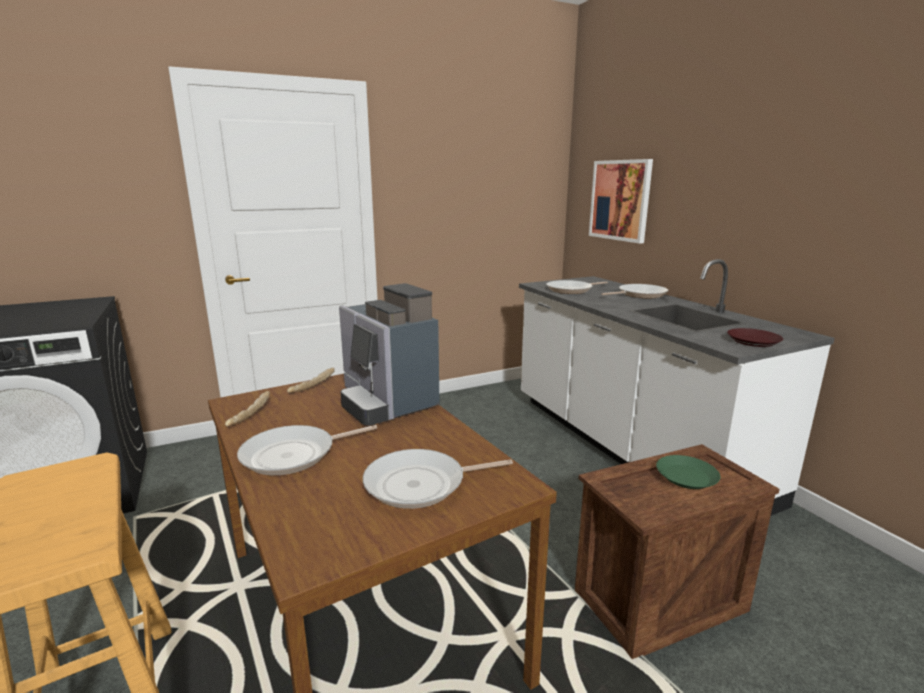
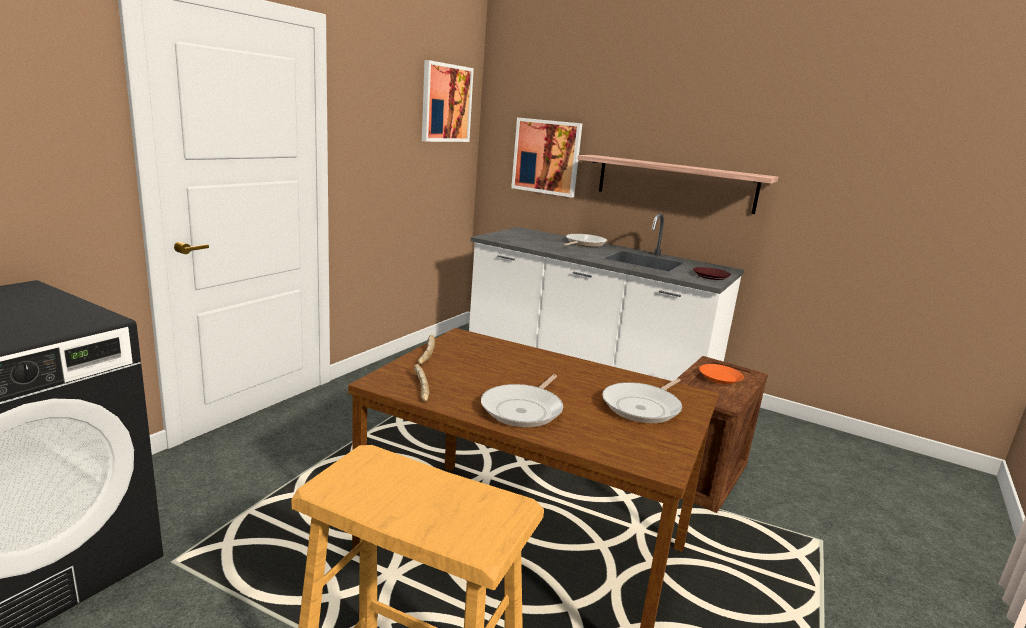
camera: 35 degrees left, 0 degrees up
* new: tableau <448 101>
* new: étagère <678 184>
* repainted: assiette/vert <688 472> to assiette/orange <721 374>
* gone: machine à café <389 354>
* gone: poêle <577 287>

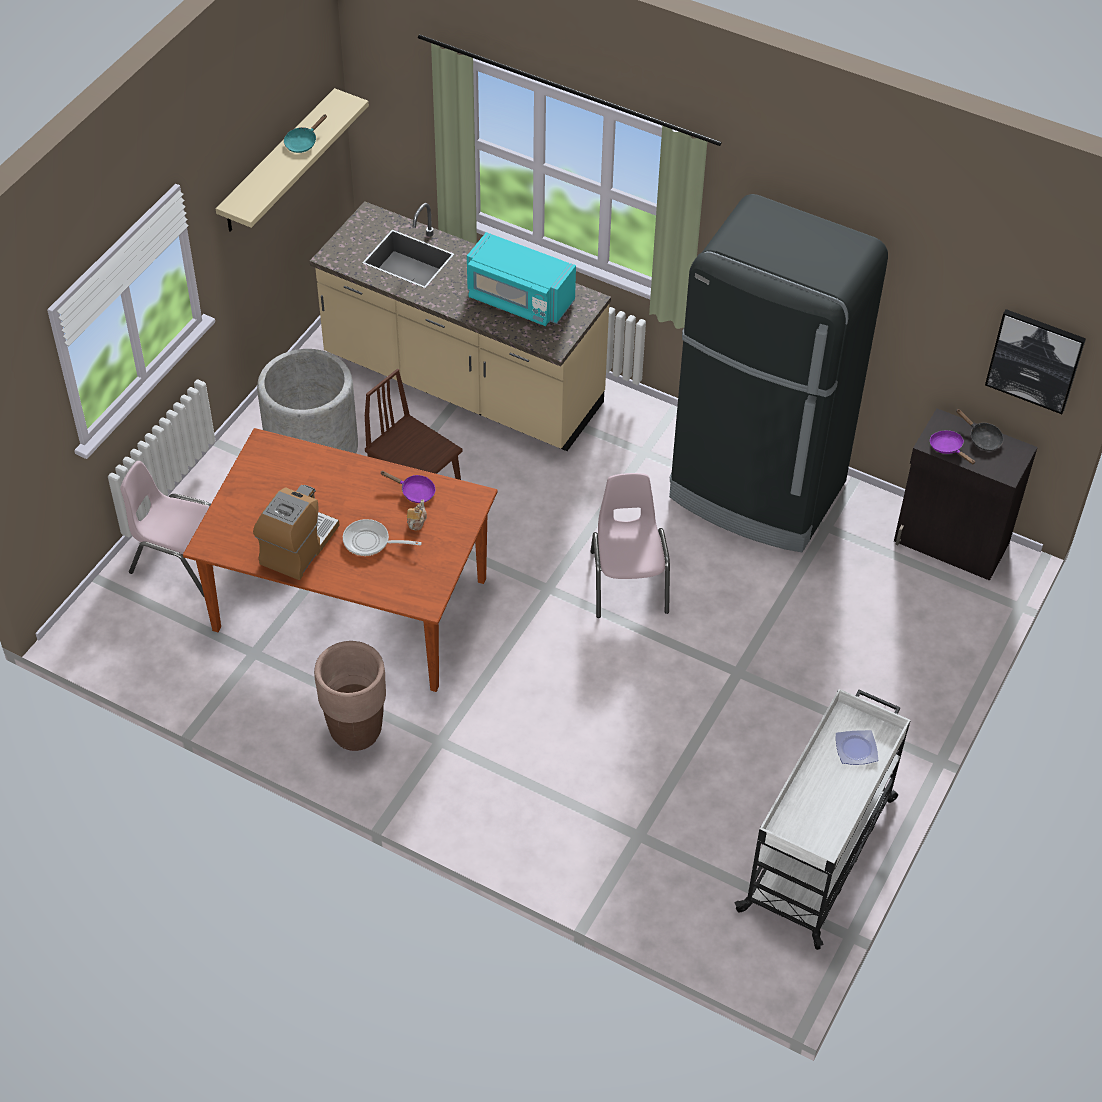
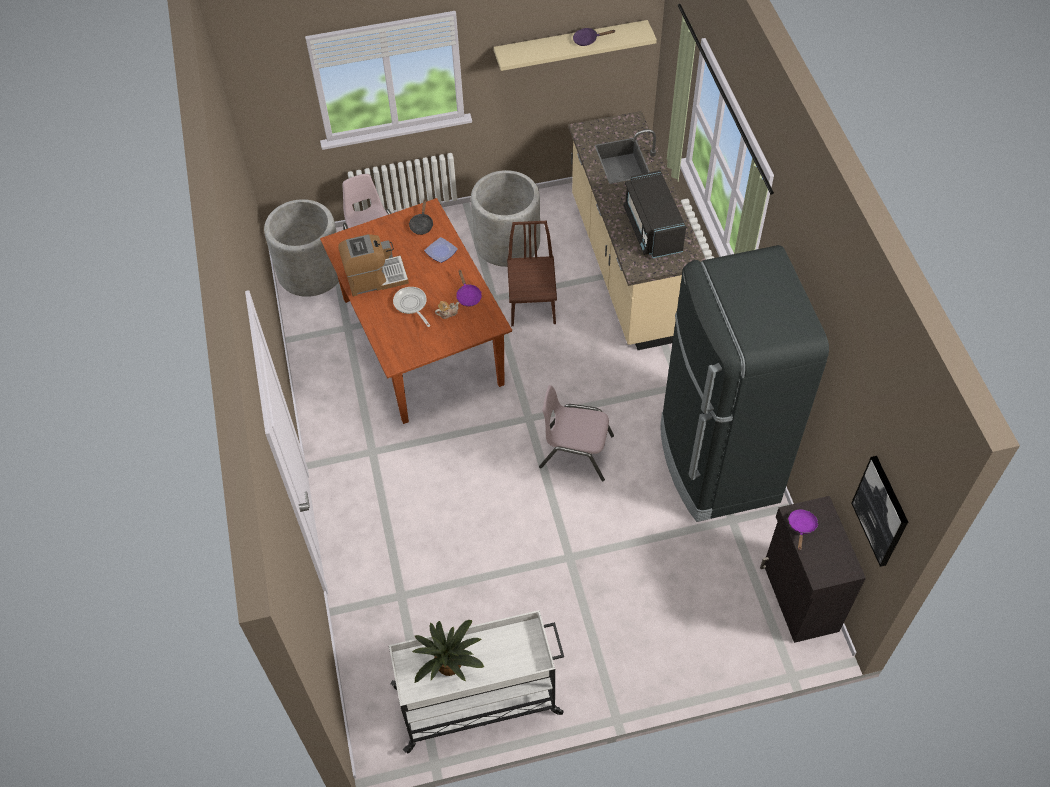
camera: 50 degrees right, 5 degrees up
* new: cache-pot/gris <301 248>
* shifted: poêle/noir <979 430> to <421 217>
* new: plante en pot <448 651>
* shifted: assiette <857 747> to <441 250>
* rotated: chaise/rose <630 545> = <576 433> 120 degrees counterclockwise
* repainted: poêle/turquoise <305 133> to poêle/violet <594 37>
* repainted: micro-ondes/turquoise <521 279> to micro-ondes/noir <654 214>
* gone: cache-pot/marron <350 696>

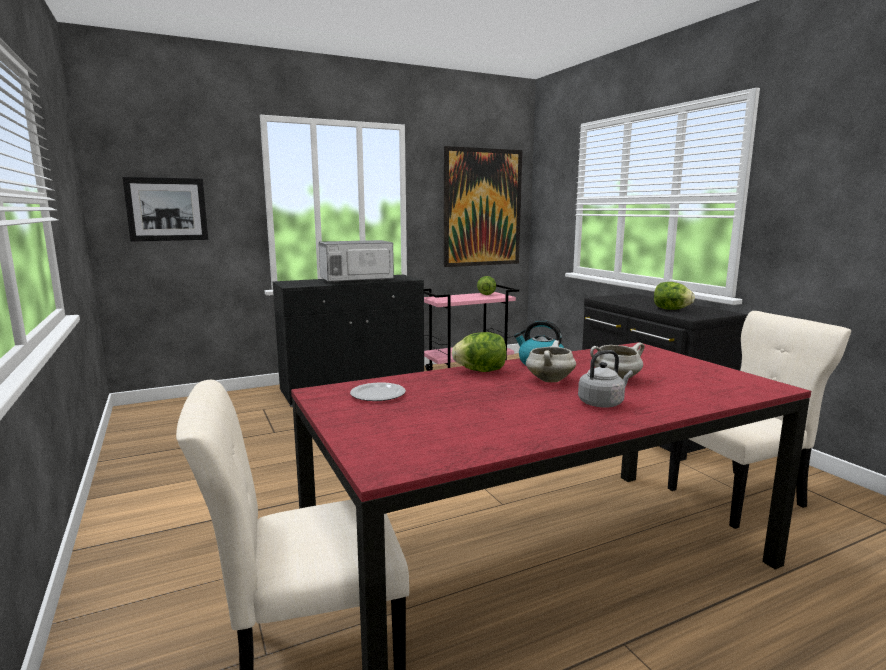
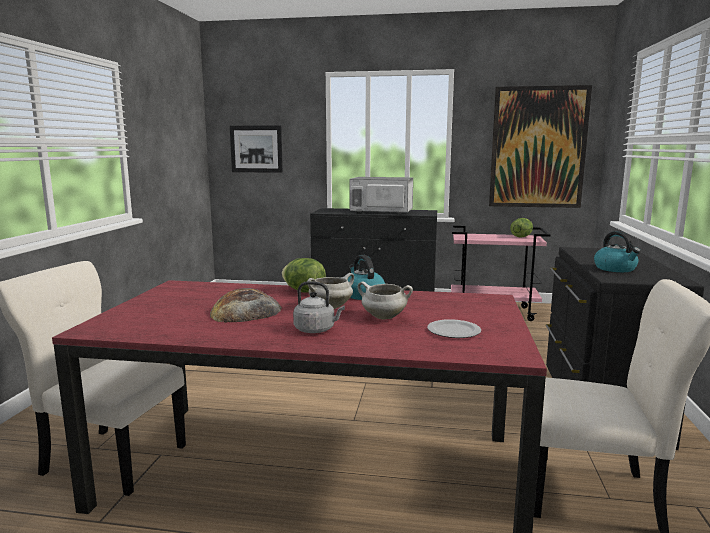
camera: 35 degrees right, 0 degrees up
* new: pain <246 305>
* shifted: assiette <378 391> to <454 328>
* swapped: laitue <674 296> to bouilloire <617 251>

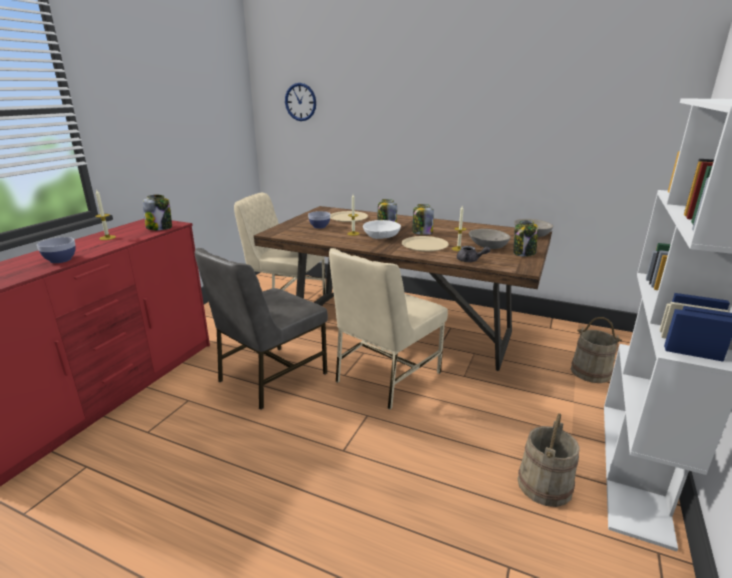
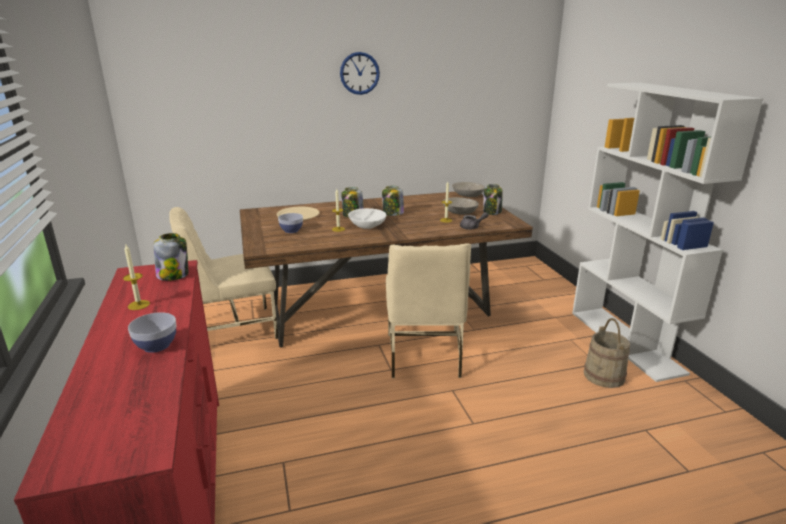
camera: 40 degrees left, 0 degrees up
* shifted: horloge murale <300 102> to <360 73>
* gone: chaise/gris <261 329>
* gone: assiette/beige <425 244>
* gone: seau/beige <596 350>

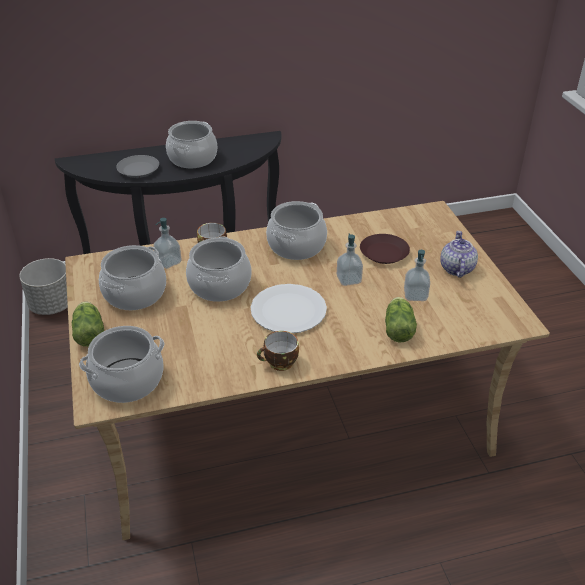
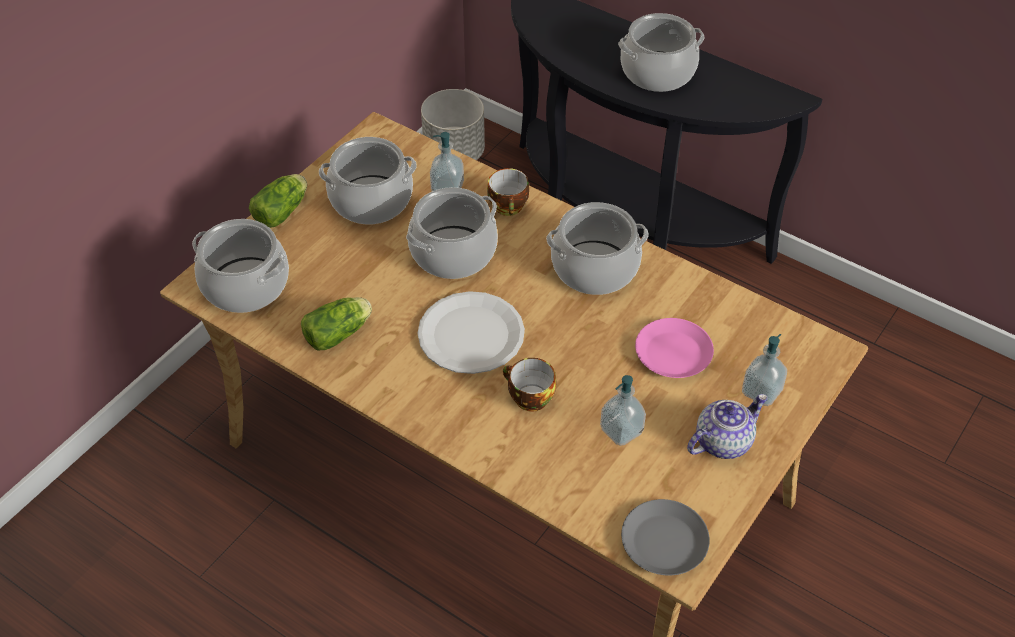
camera: 50 degrees right, 10 degrees up
* shifted: laitue <401 319> to <336 323>
* shifted: tasse <278 351> to <529 385>
* shifted: assiette/gris <137 166> to <665 537>
* repainted: assiette/marron <385 249> to assiette/rose <674 348>
* shifted: distributeur de savon <350 260> to <764 370>

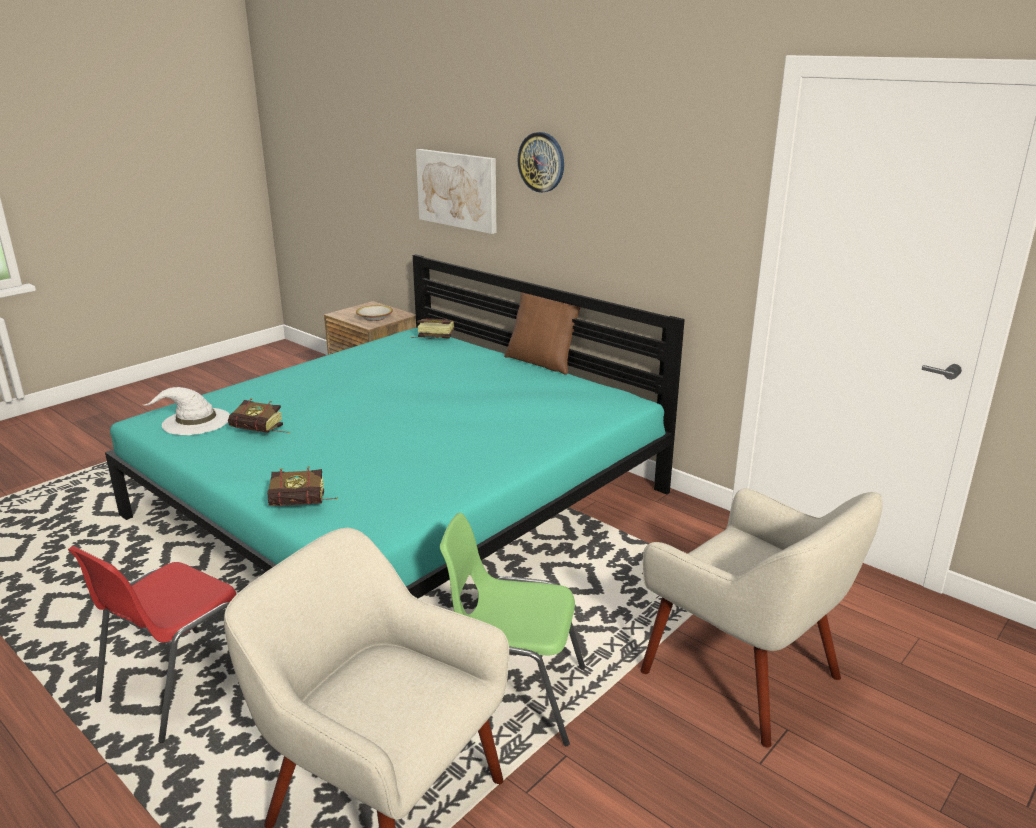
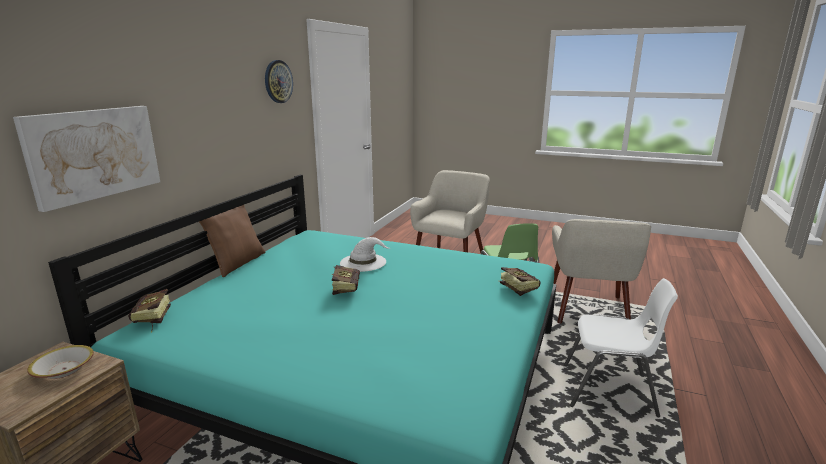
camera: 110 degrees left, 5 degrees down
* shifted: horloge murale <540 162> to <279 81>
* shifted: livre <258 415> to <346 280>
* shifted: chapeau/blanc <187 411> to <365 254>
* repainted: chaise/rouge <152 644> to chaise/blanc <621 347>

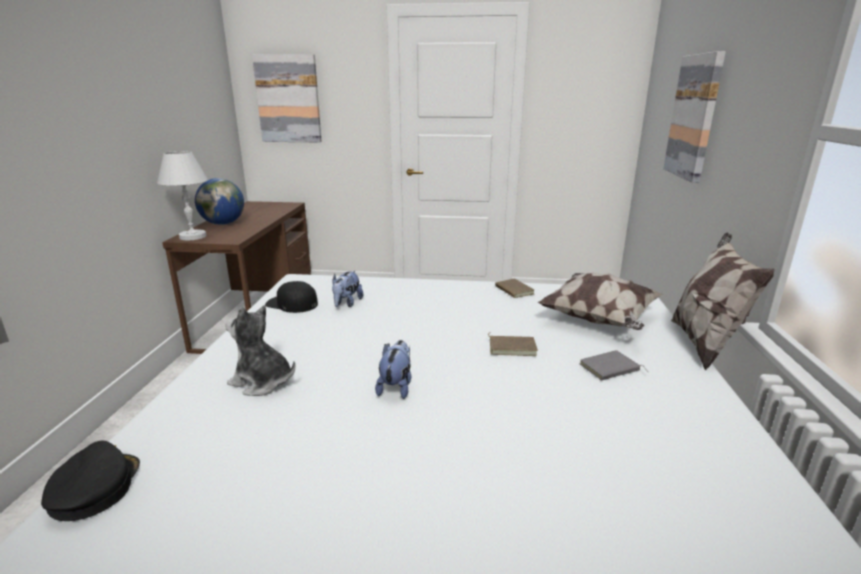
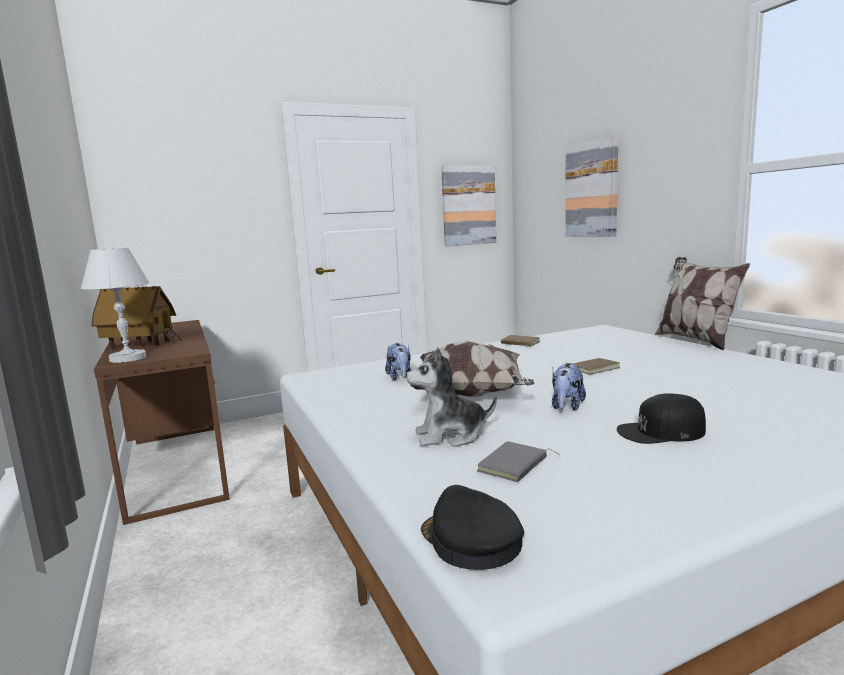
camera: 30 degrees left, 10 degrees down
* swapped: globe <219 201> to maison miniature <137 316>
* shifted: coussin <601 301> to <472 369>
* shifted: tableau <287 98> to <468 205>
* shifted: livre/gris <614 365> to <518 461>
* rotated: peluche <393 369> = <569 387> 135 degrees counterclockwise
* shifted: casquette/noir <291 297> to <661 418>

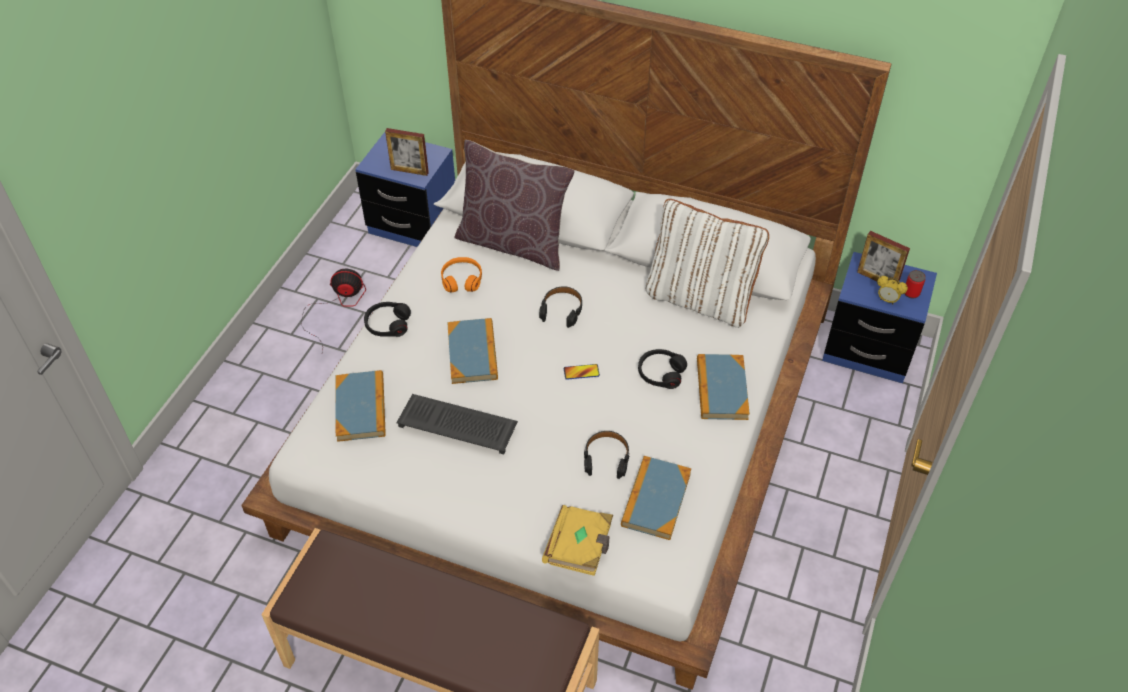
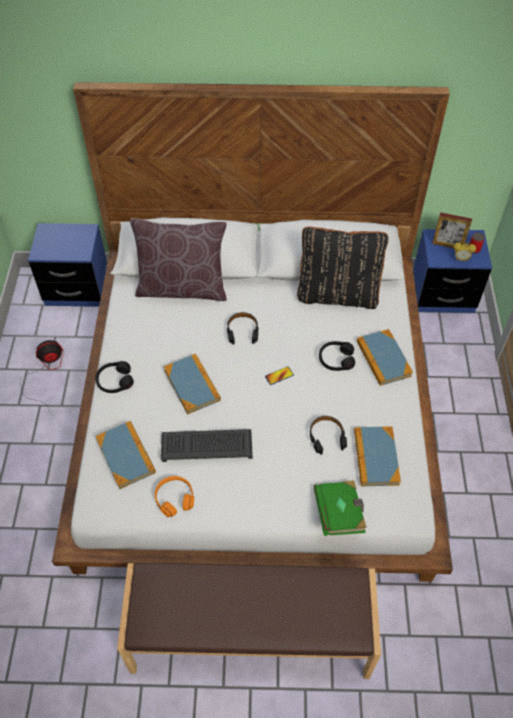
camera: 20 degrees left, 5 degrees up
* shifted: casque audio/orange <461 274> to <174 496>
* repainted: coussin/blanc <707 263> to coussin/noir <343 268>
* repainted: livre/jaune <577 540> to livre/vert <340 508>
* gone: cadre photo <407 152>

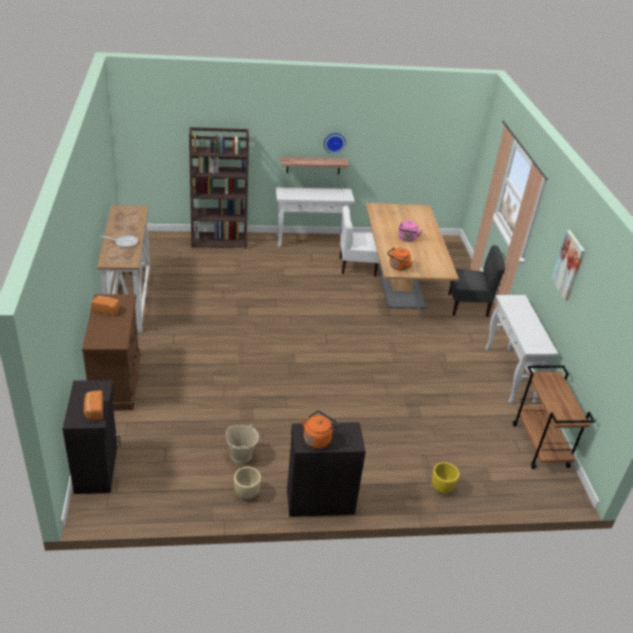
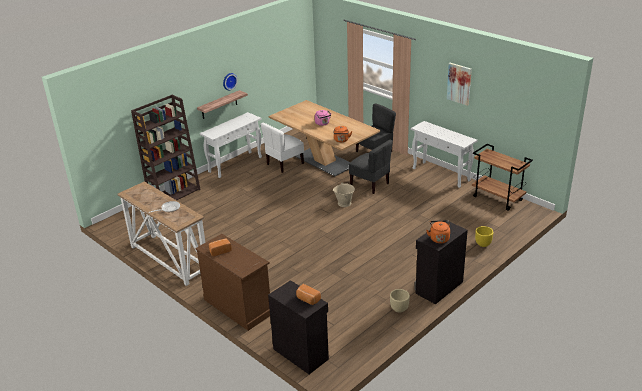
camera: 35 degrees left, 5 degrees down
* shifted: seau/beige <242 444> to <344 194>
* new: chaise/gris <371 167>

